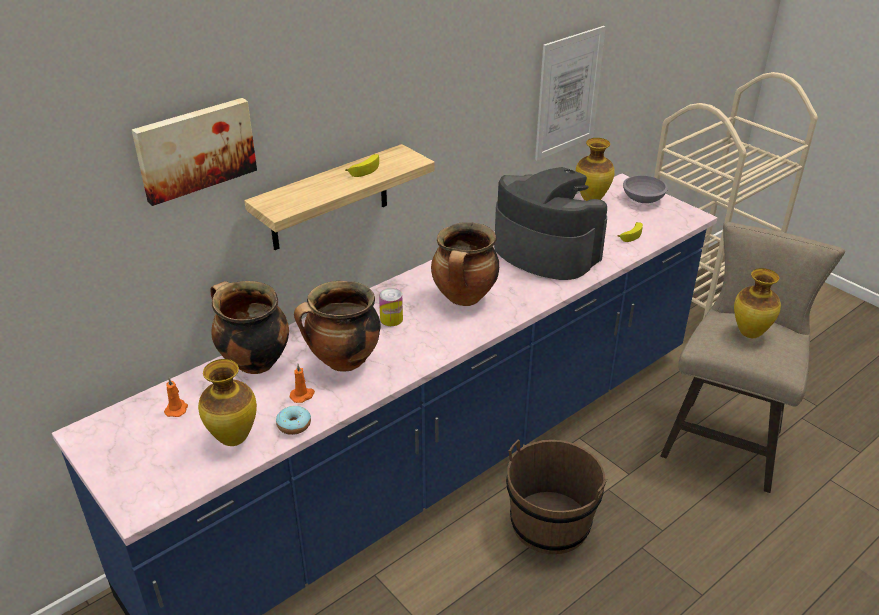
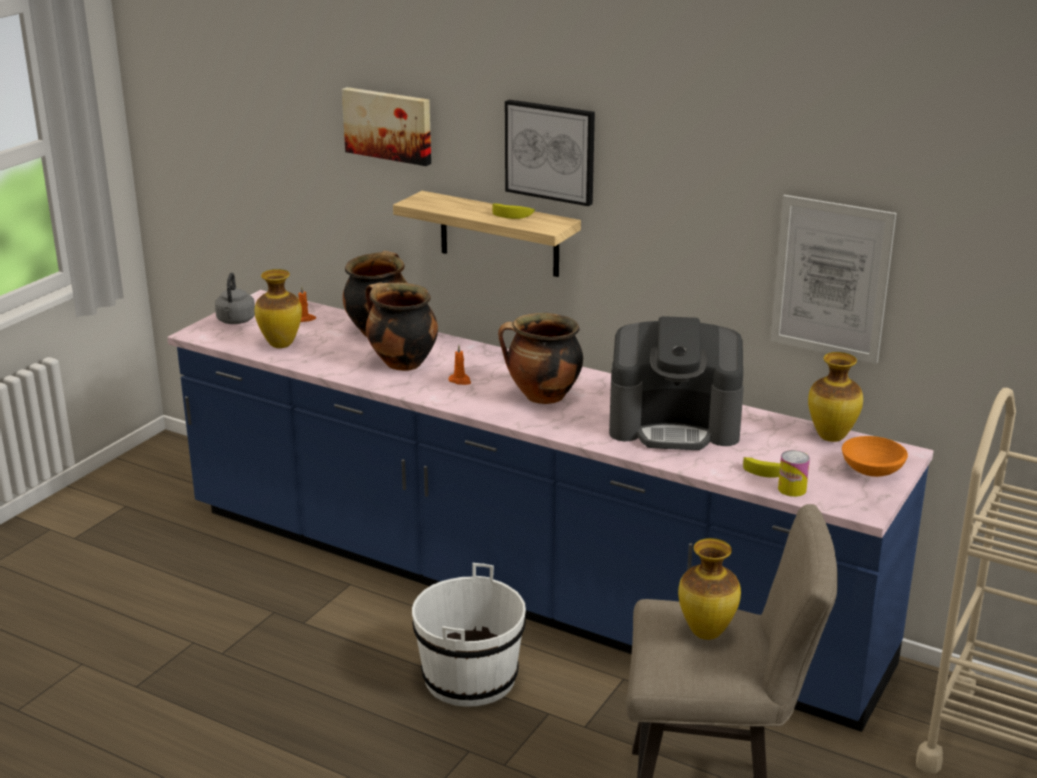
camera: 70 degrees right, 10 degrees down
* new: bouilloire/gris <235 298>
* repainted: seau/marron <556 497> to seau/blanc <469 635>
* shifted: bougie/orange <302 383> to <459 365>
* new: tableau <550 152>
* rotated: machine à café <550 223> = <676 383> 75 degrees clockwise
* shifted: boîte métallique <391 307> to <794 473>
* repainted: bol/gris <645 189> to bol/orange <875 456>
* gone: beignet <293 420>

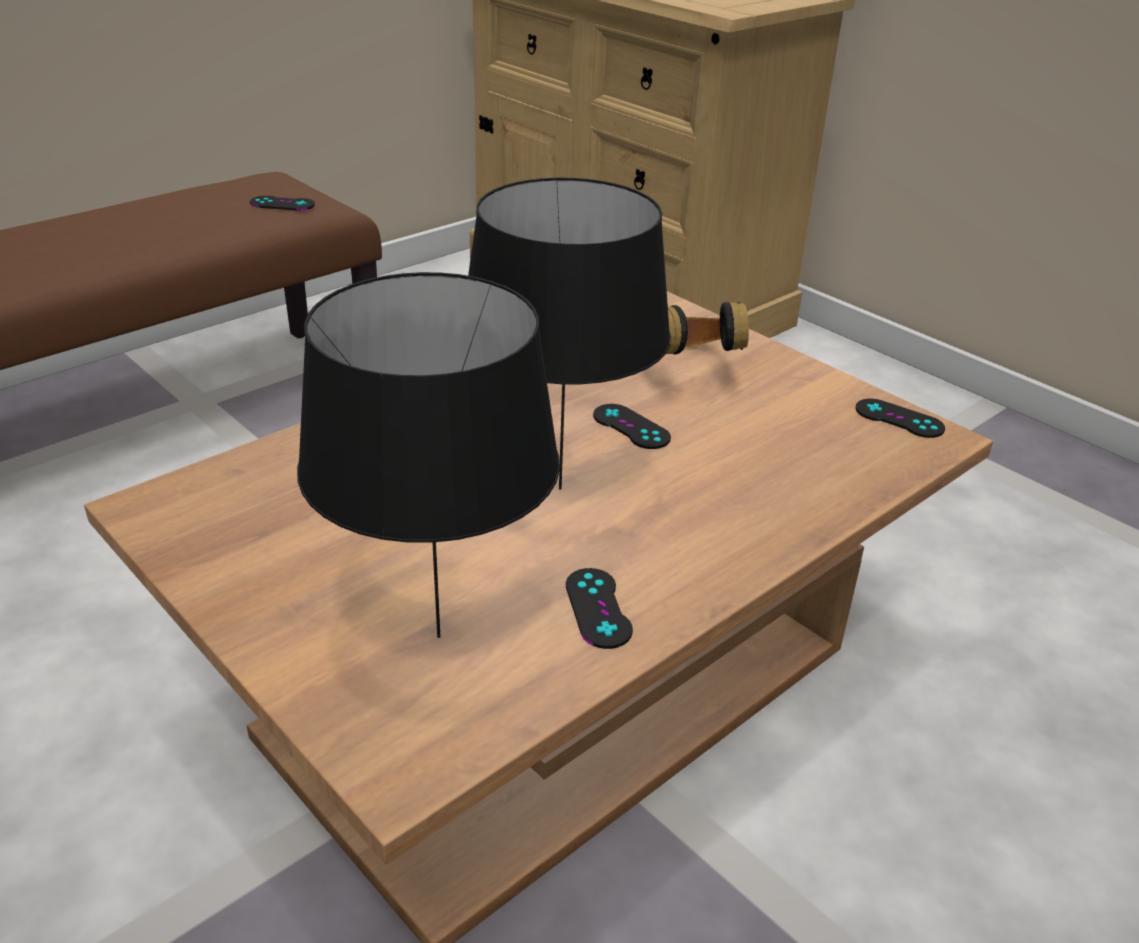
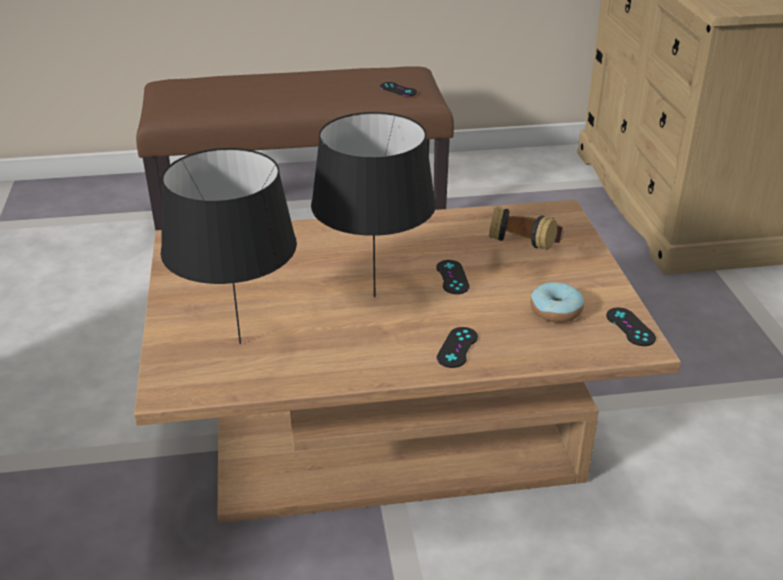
camera: 35 degrees right, 0 degrees up
* shifted: manette/noir <599 608> to <457 347>
* new: beignet <557 302>

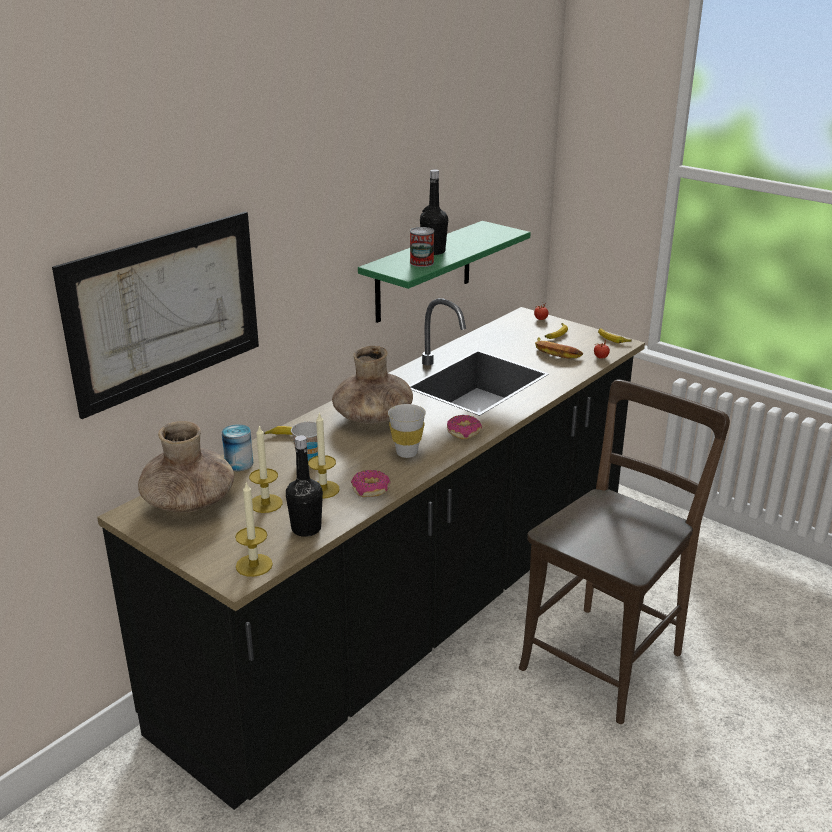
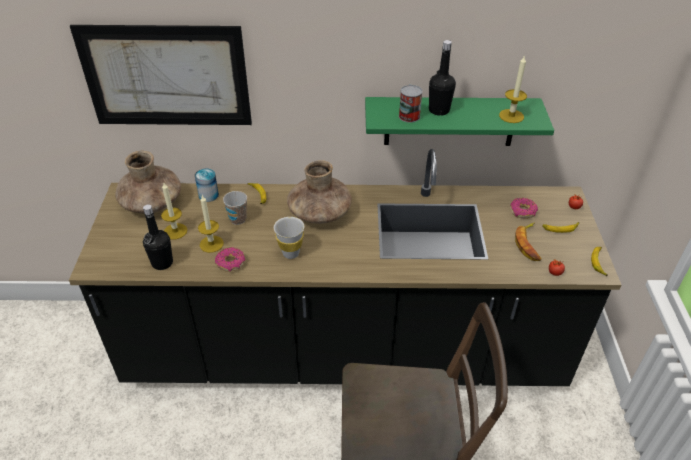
camera: 50 degrees right, 15 degrees up
* shifted: bougie <254 529> to <513 89>
* shifted: beignet <464 427> to <524 208>

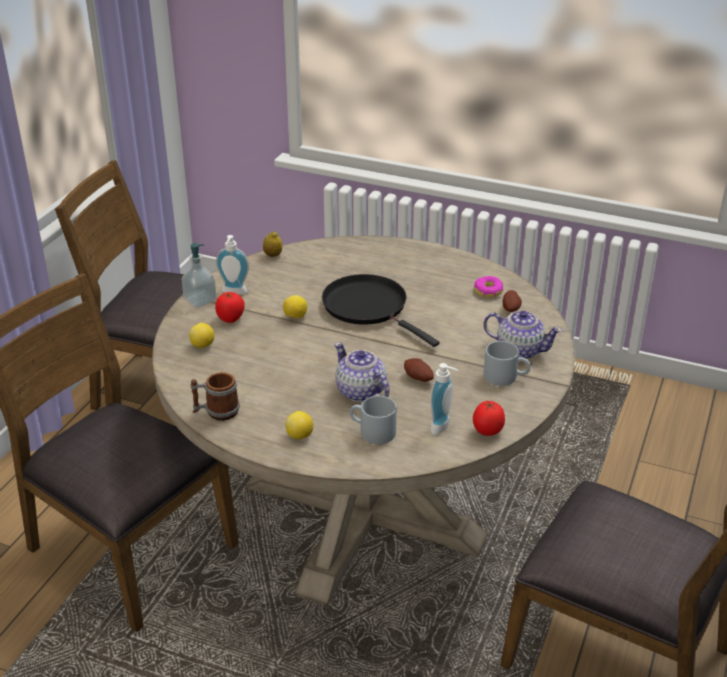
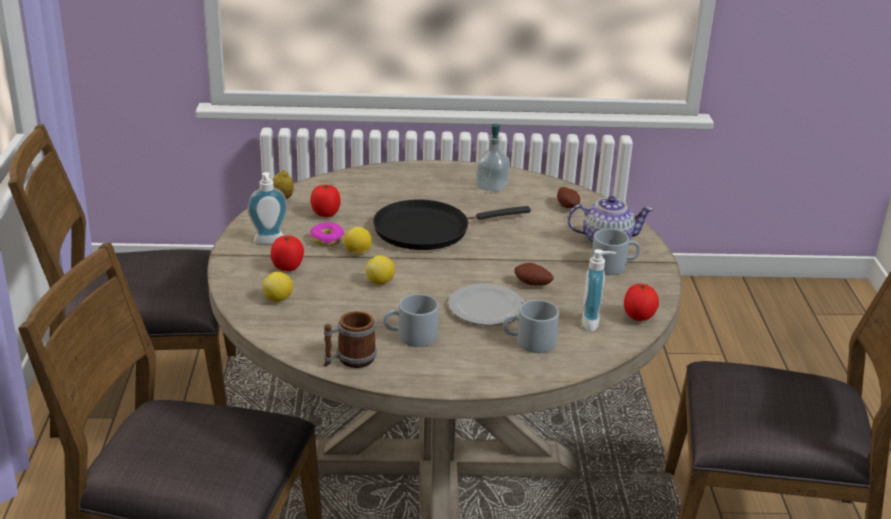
camera: 25 degrees left, 5 degrees down
* new: tomate <325 200>
* shifted: beignet <488 287> to <327 234>
* shifted: citron <299 425> to <380 270>
* rotated: poêle/noir <380 310> = <452 225> 45 degrees counterclockwise
* new: mug/gris <411 320>
* swapped: théière <362 372> to assiette <486 304>
* shifted: distributeur de savon <199 275> to <493 158>

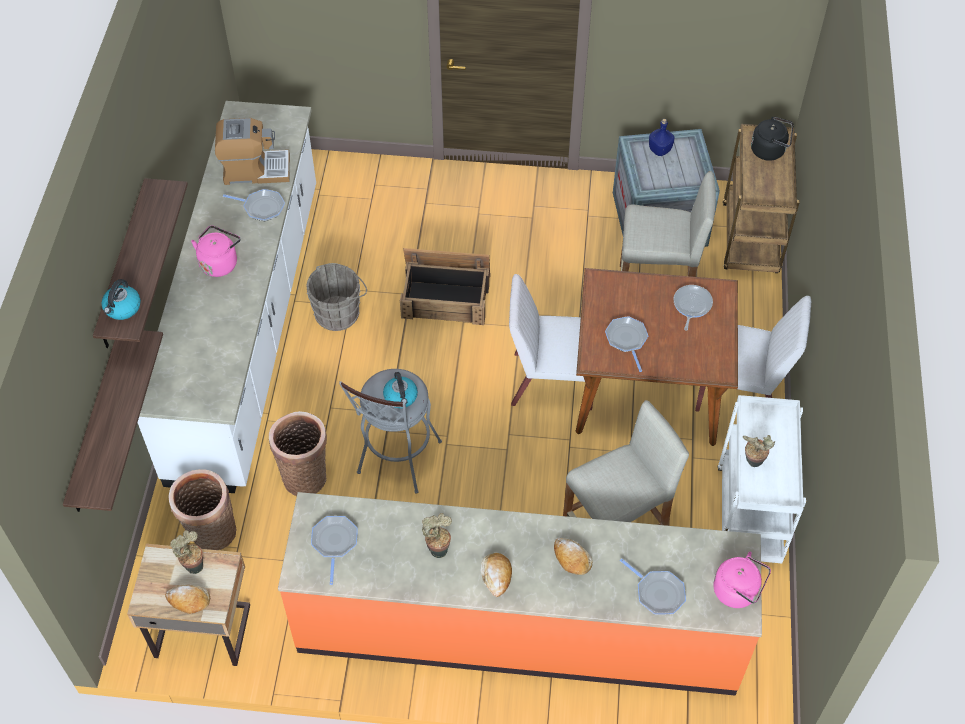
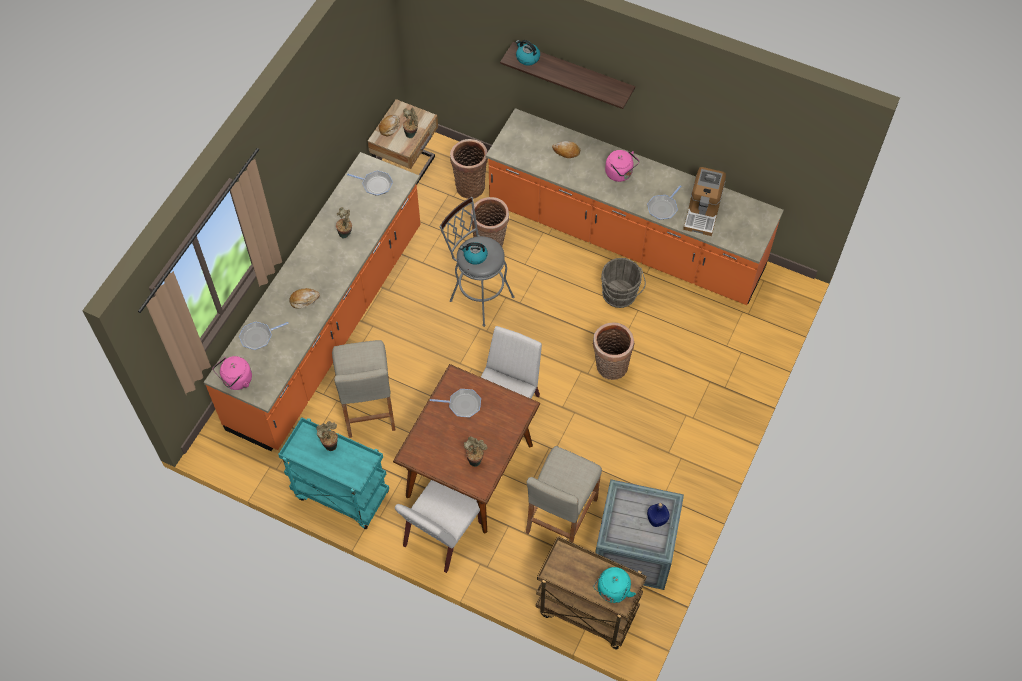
camera: 110 degrees right, 5 degrees up
* repainted: chariot/blanc <762 479> to chariot/turquoise <333 473>
* swapped: poêle <693 308> to plante en pot <476 452>
* repainted: comptoir de cuisine/blanc <226 297> to comptoir de cuisine/orange <635 206>
* shifted: pain <496 575> to <566 149>
* swapped: caisse <445 286> to panier <613 351>
* repainted: bouilloire/noir <772 139> to bouilloire/turquoise <614 585>
* gone: étagère <113 421>

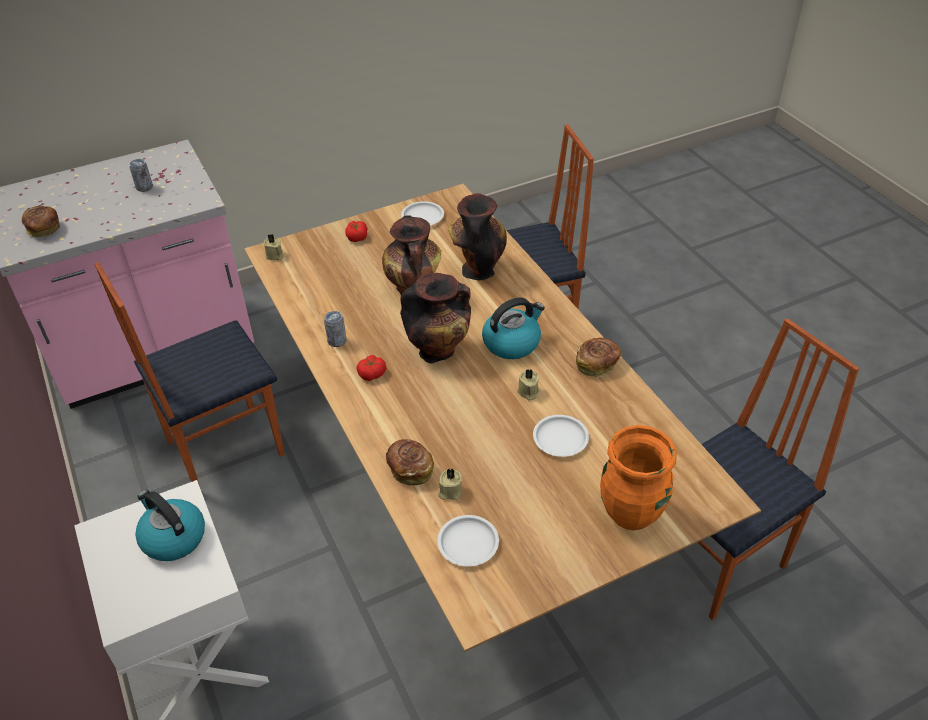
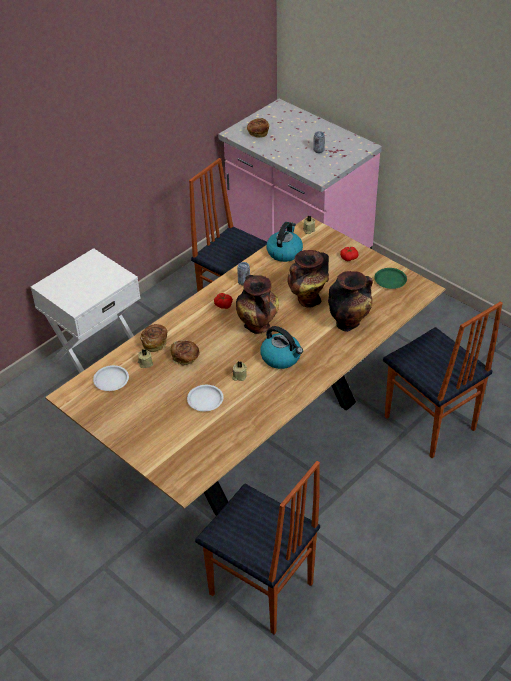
camera: 70 degrees right, 0 degrees up
* shifted: pain <598 357> to <185 353>
* shifted: bouilloire <170 525> to <284 242>
* repainted: assiette/blanc <422 213> to assiette/vert <390 278>
* gone: vase/orange <638 477>

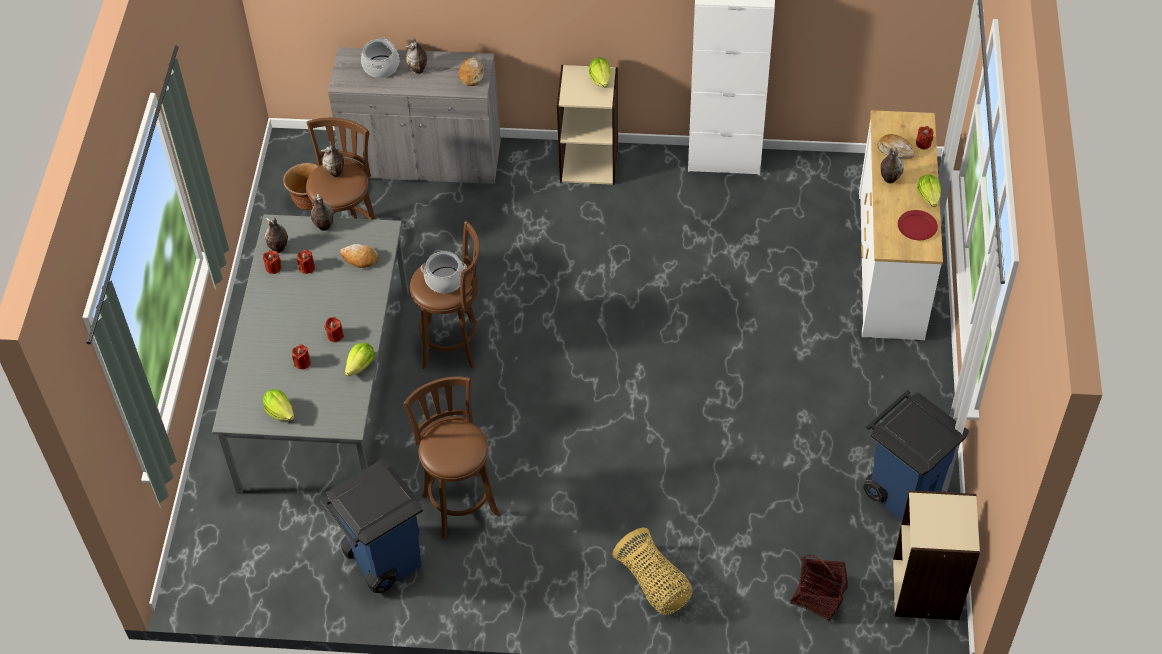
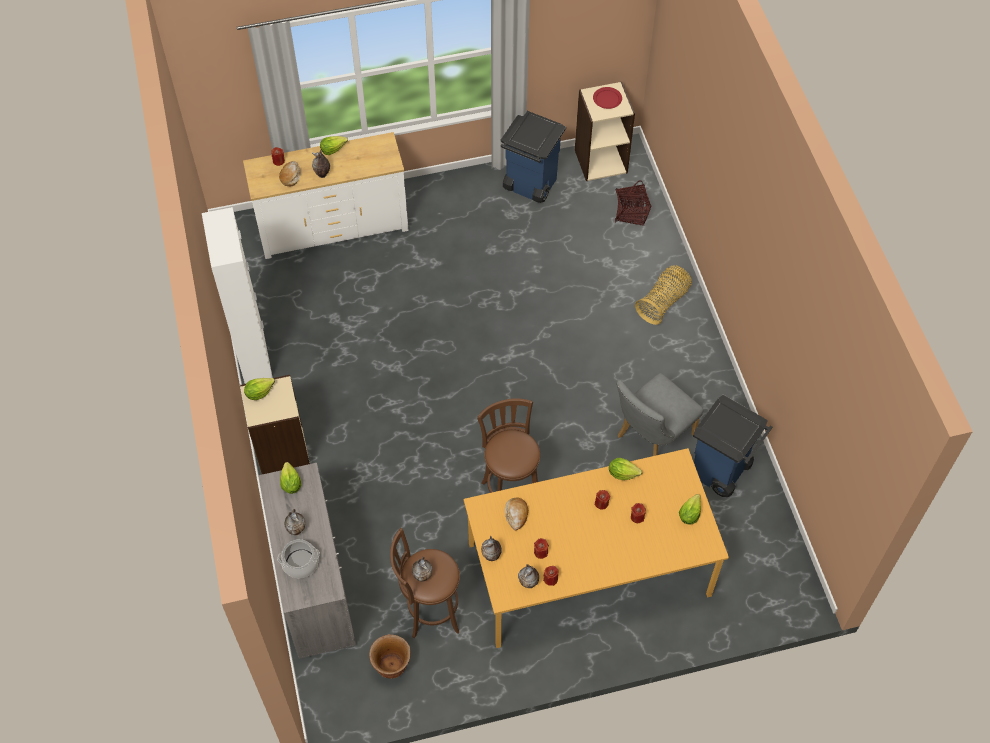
camera: 110 degrees left, 5 degrees up
* swapped: pain <471 71> to laitue <290 478>
* repainted: table à manger/gris <310 354> to table à manger/orange <596 548>
* shifted: assiette/rouge <918 225> to <607 98>
* swapped: tabouret/marron <451 457> to chaise/gris <660 414>
* gone: marmite <444 272>

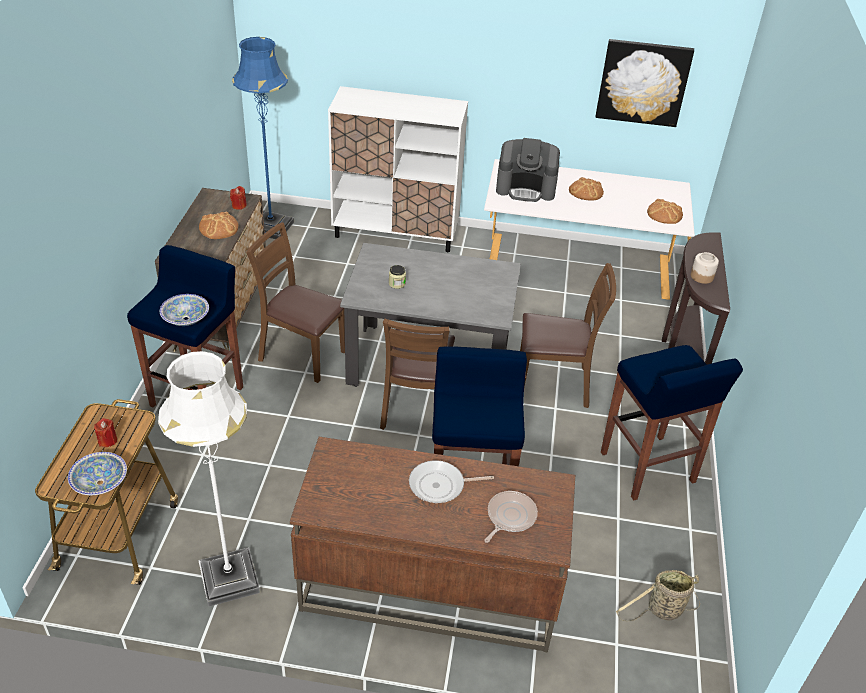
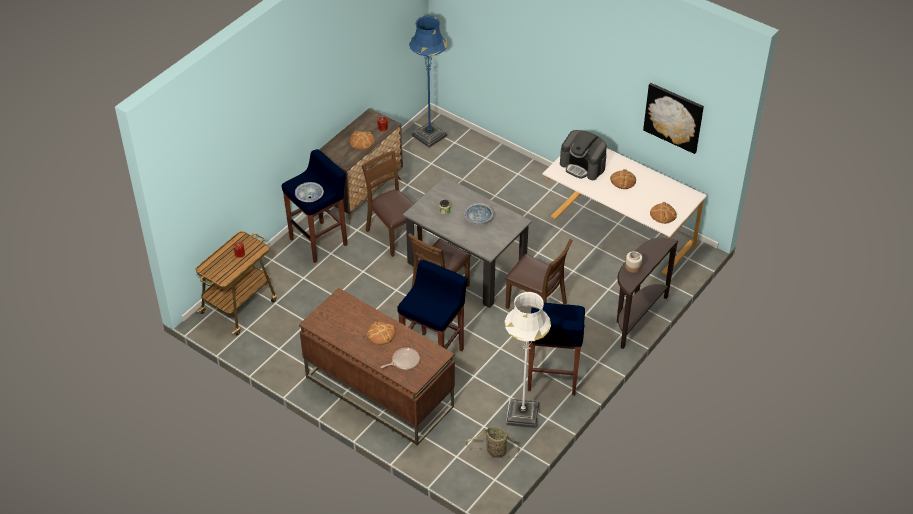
camera: 30 degrees right, 5 degrees up
* swapped: poêle <451 481> to pain <381 333>
* shifted: bol <97 473> to <478 213>
* shifted: lampadaire/blanc <209 479> to <528 360>
* gone: meuble de rangement/blanc <398 169>

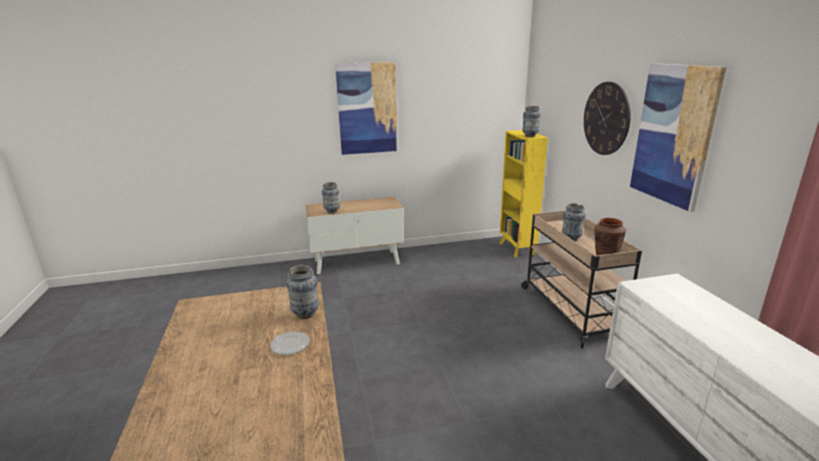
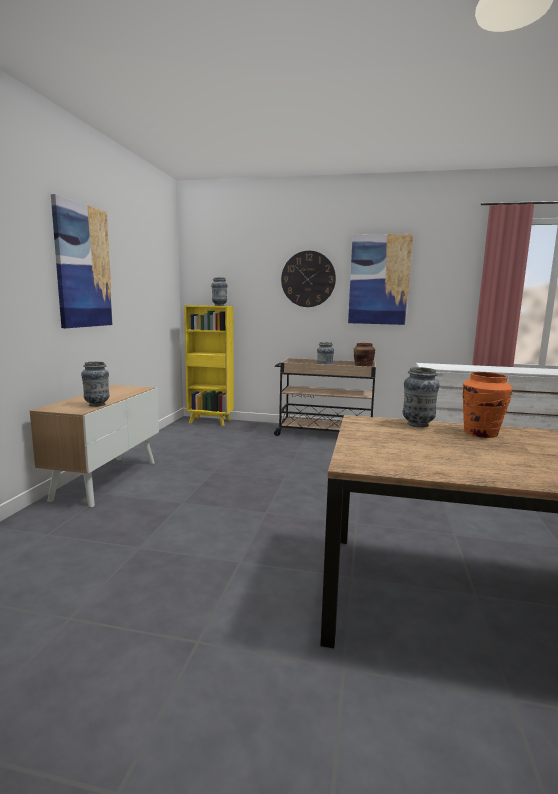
camera: 65 degrees left, 10 degrees down
* swapped: assiette <290 343> to vase/orange <488 405>

